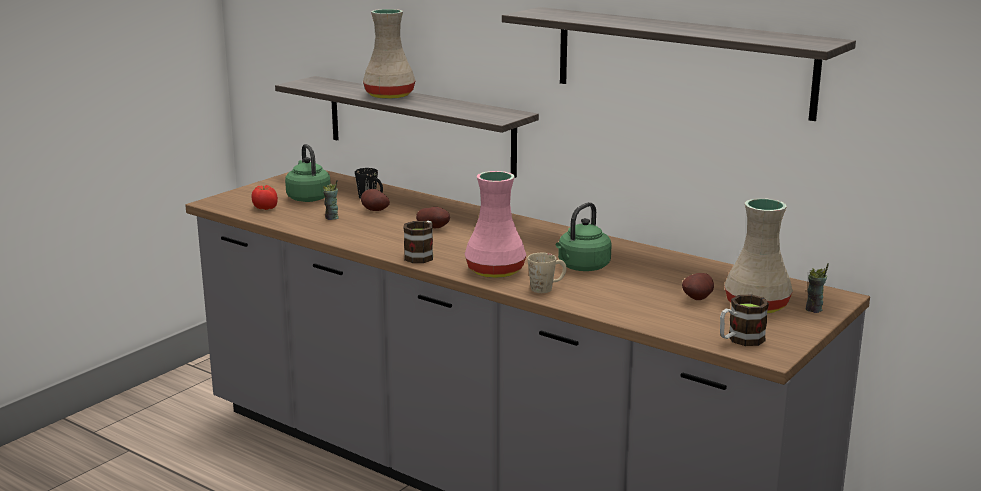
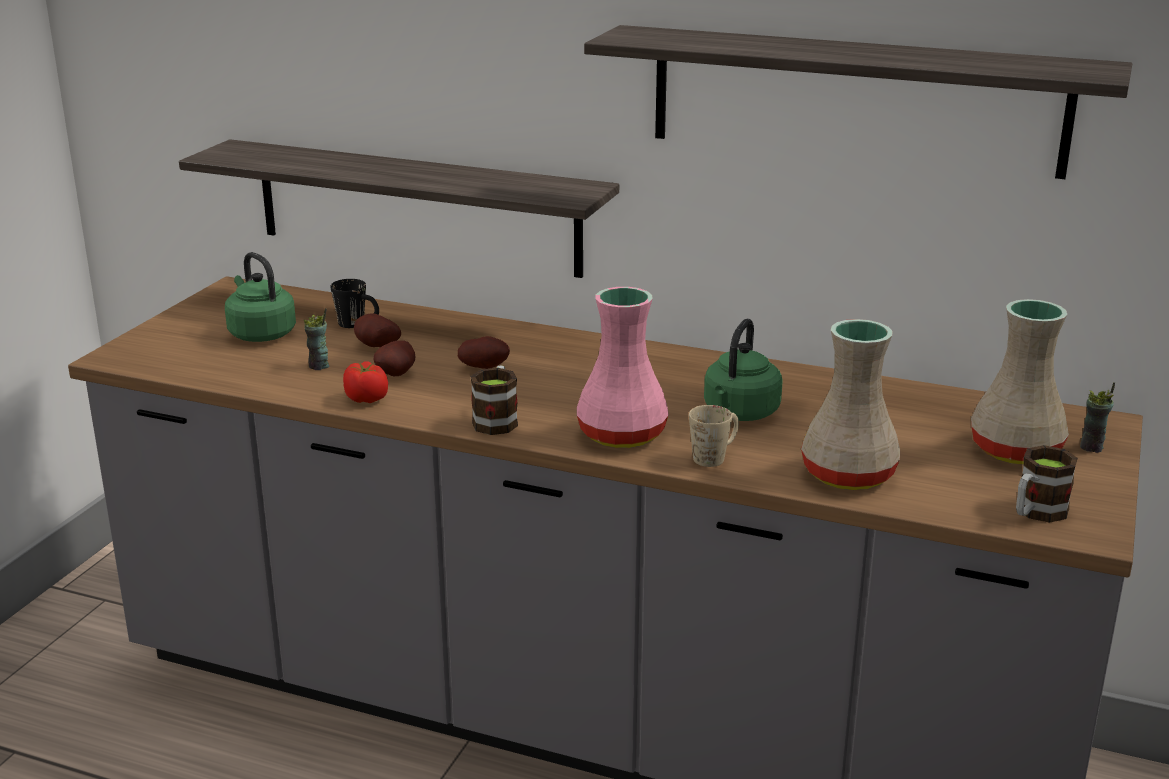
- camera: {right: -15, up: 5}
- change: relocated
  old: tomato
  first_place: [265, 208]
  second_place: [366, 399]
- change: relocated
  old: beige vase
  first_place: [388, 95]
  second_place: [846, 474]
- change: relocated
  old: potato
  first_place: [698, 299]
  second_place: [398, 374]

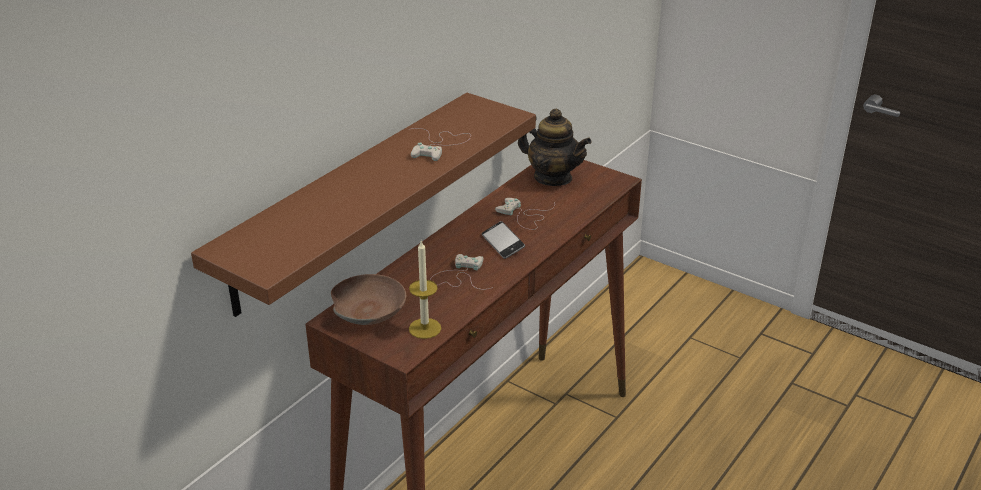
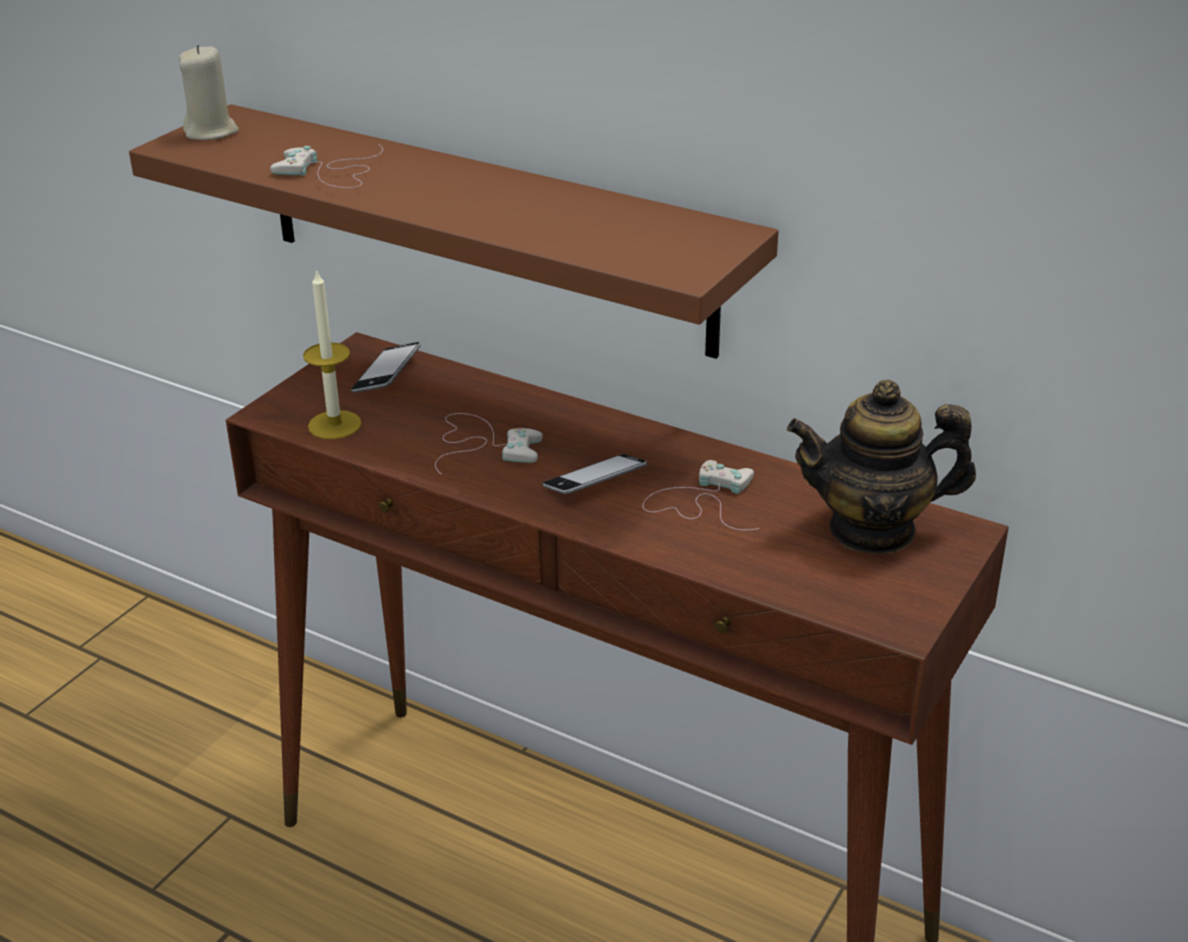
- camera: {right: 85, up: 0}
- change: appeared
  new: beige candle
  second_place: [211, 132]
- change: relocated
  old: white game controller
  first_place: [439, 145]
  second_place: [331, 173]
- change: exchanged
  old: brown bowl
  new: phone
  first_place: [369, 309]
  second_place: [387, 374]
- change: spun
  old: teapot
  first_place: [553, 178]
  second_place: [872, 529]
  degrees: 60

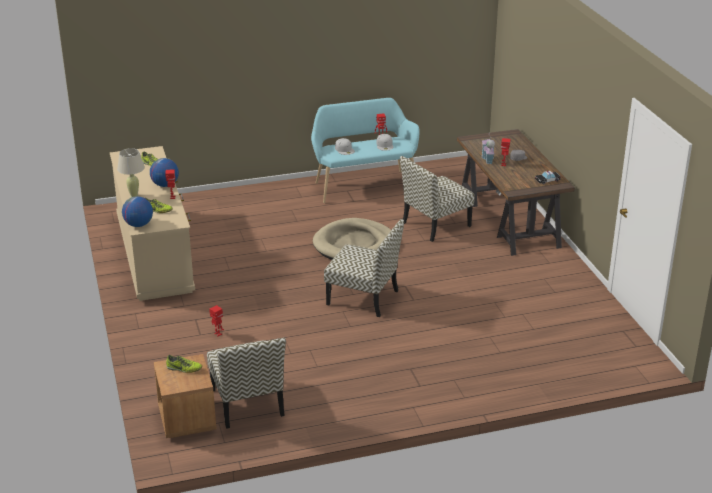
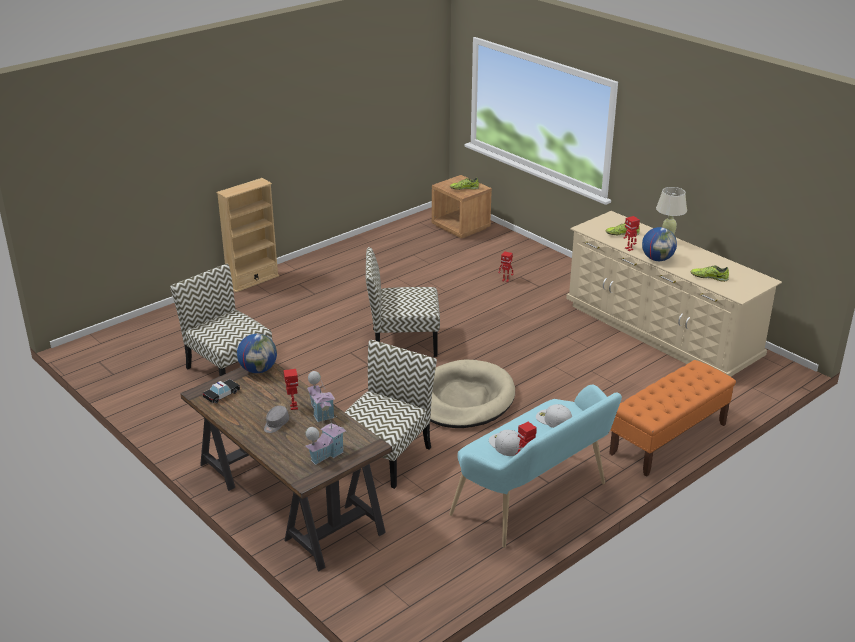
- camera: {right: 155, up: 0}
- change: appeared
  new: beige bookcase
  second_place: [253, 281]
- change: appeared
  new: toy house
  second_place: [326, 454]
- change: appeared
  new: orange bench
  second_place: [668, 439]
- change: relocated
  old: globe
  first_place: [138, 225]
  second_place: [258, 370]
- change: relocated
  old: chair
  first_place: [248, 403]
  second_place: [228, 369]

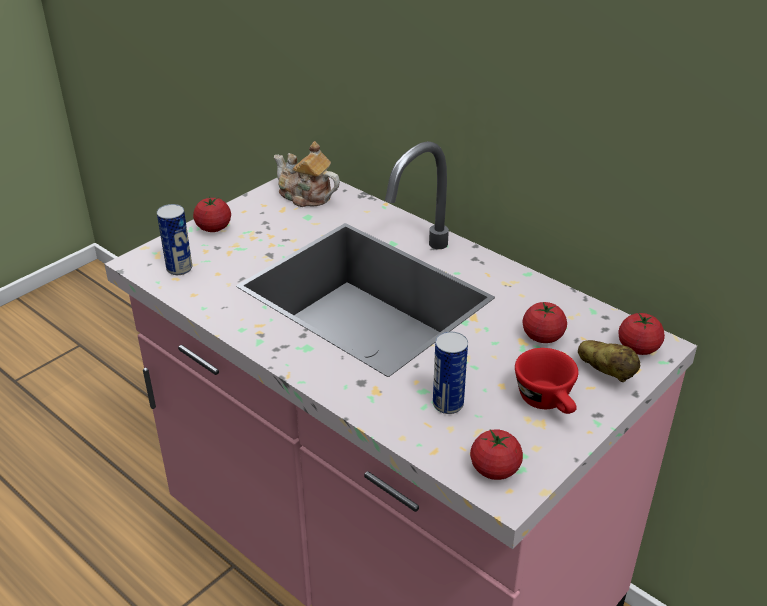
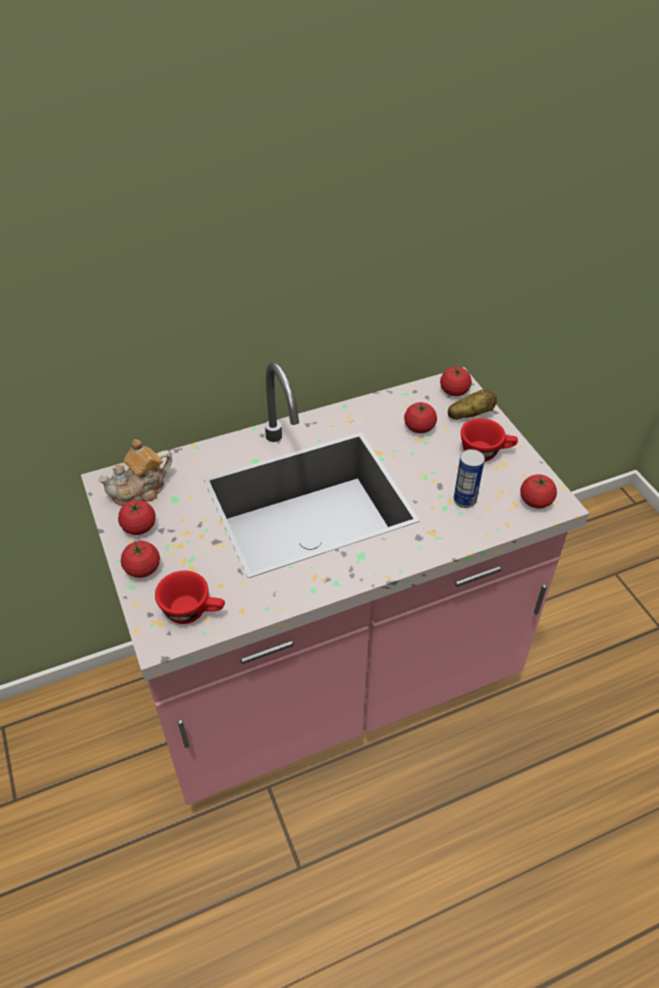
- camera: {right: -65, up: 10}
- change: appeared
  new: tomato
  second_place: [139, 527]
- change: exchanged
  old: can
  new: red cup
  first_place: [179, 268]
  second_place: [193, 611]

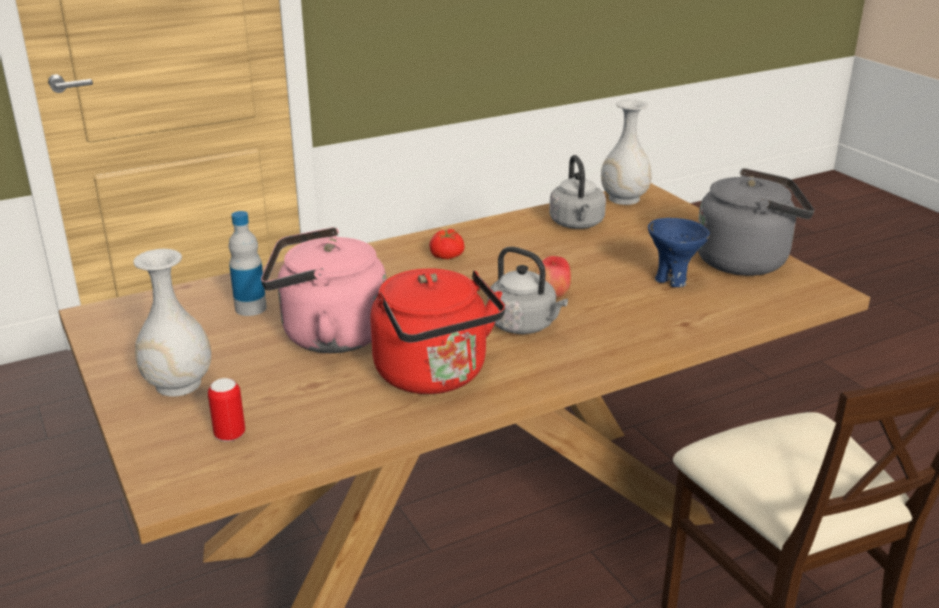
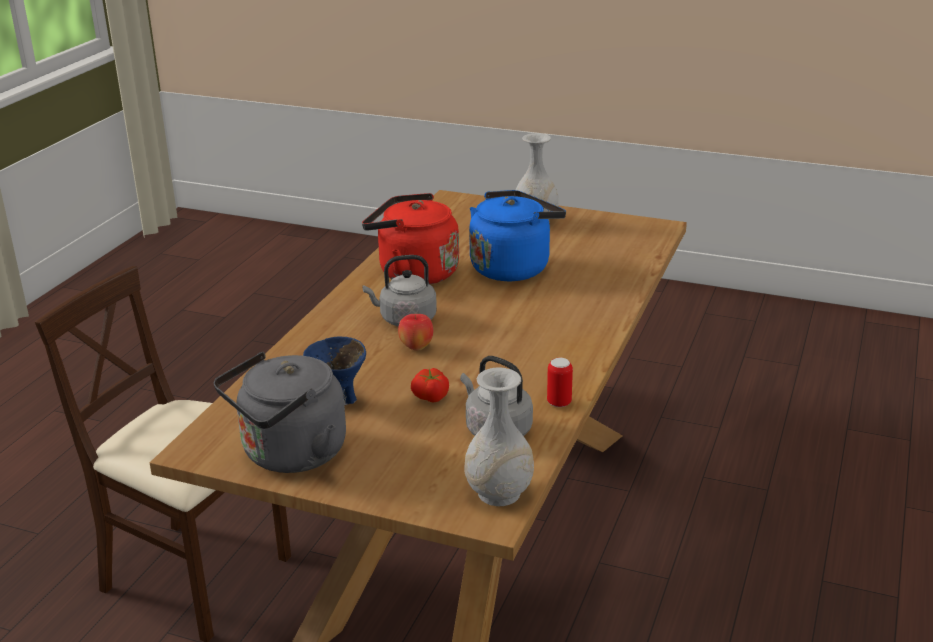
- camera: {right: 140, up: 0}
- change: missing
  old: bottle
  first_place: [250, 308]
- change: relocated
  old: can
  first_place: [230, 435]
  second_place: [559, 403]
- change: relocated
  old: tomato
  first_place: [447, 255]
  second_place: [430, 397]
- change: colour
  old: pink kettle
  new: blue kettle
  first_place: [327, 335]
  second_place: [513, 267]

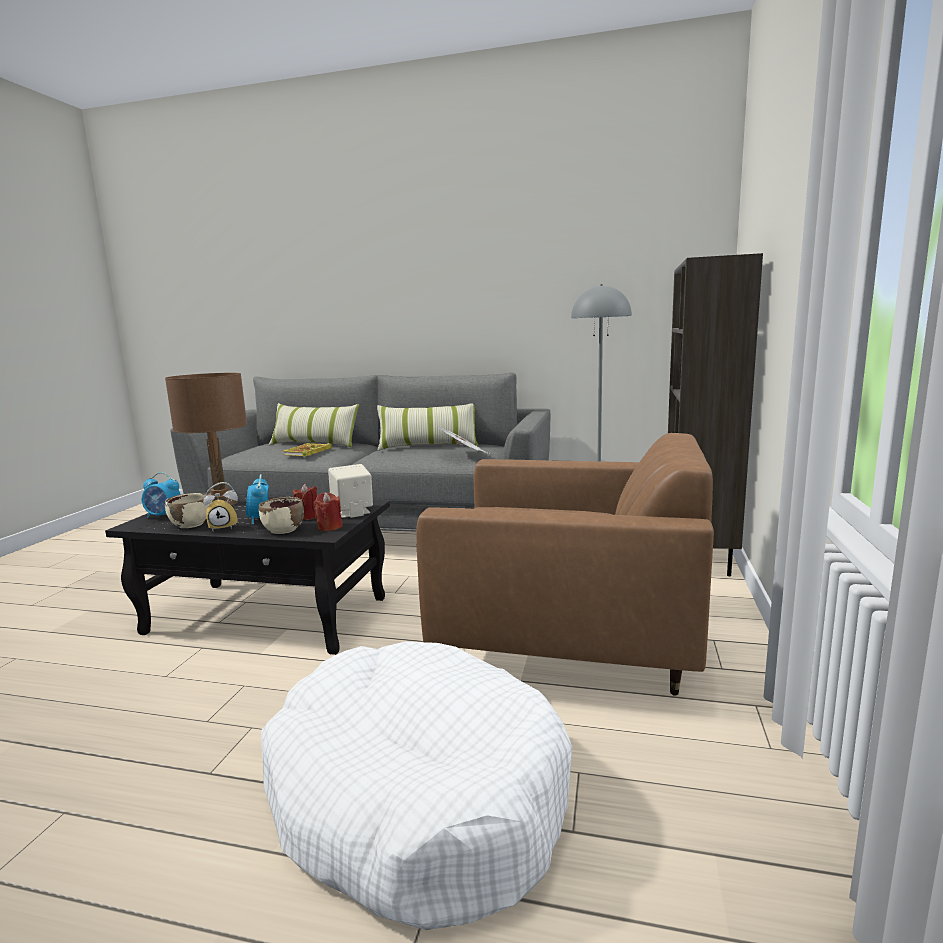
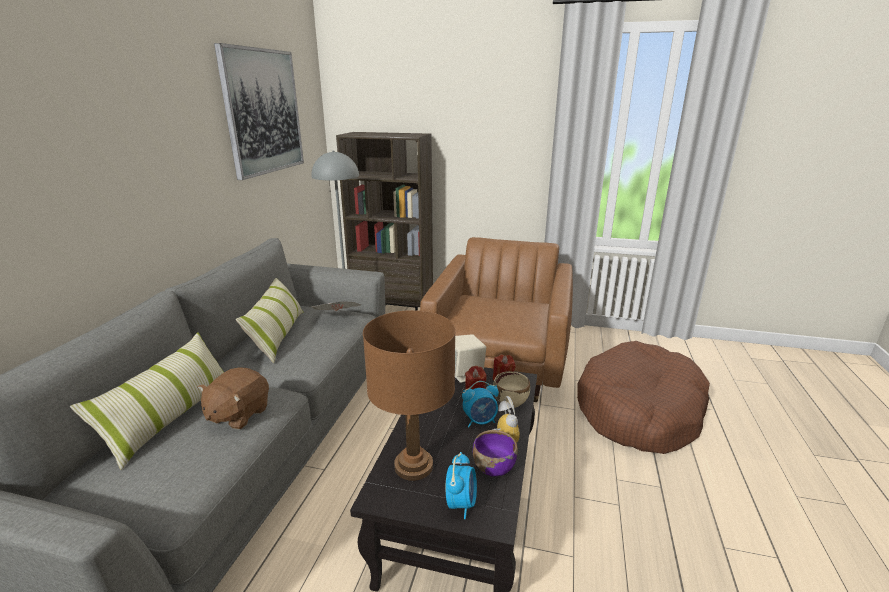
- camera: {right: -90, up: 10}
- change: appeared
  new: picture
  second_place: [263, 112]
- change: exchanged
  old: book
  new: brown plush toy
  first_place: [307, 452]
  second_place: [238, 414]
- change: colour
  old: beige bowl
  new: purple bowl
  first_place: [191, 524]
  second_place: [493, 467]
- change: colour
  old: white dog bed
  new: brown dog bed
  first_place: [415, 796]
  second_place: [639, 411]

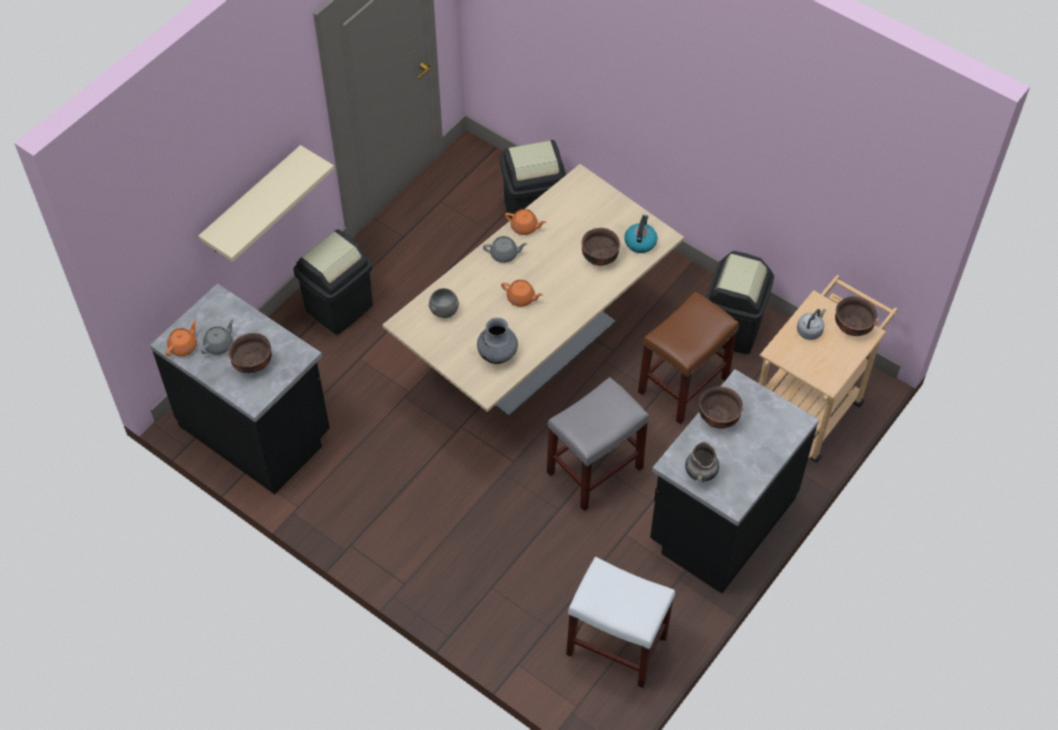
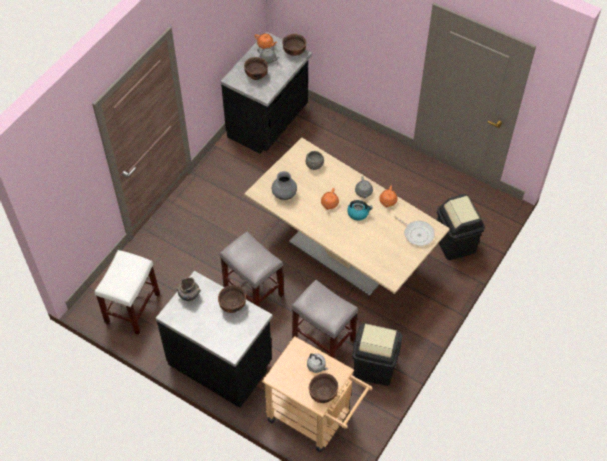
- camera: {right: 85, up: 0}
- change: missing
  old: beige shelf
  first_place: [253, 201]
- change: missing
  old: black trash can
  first_place: [339, 307]
- change: appeared
  new: frying pan
  second_place: [417, 234]
- change: relocated
  old: brown bowl
  first_place: [599, 257]
  second_place: [294, 51]
- change: relocated
  old: kettle
  first_place: [640, 242]
  second_place: [358, 213]
- change: colour
  old: brown stool
  new: grey stool
  first_place: [683, 386]
  second_place: [322, 338]

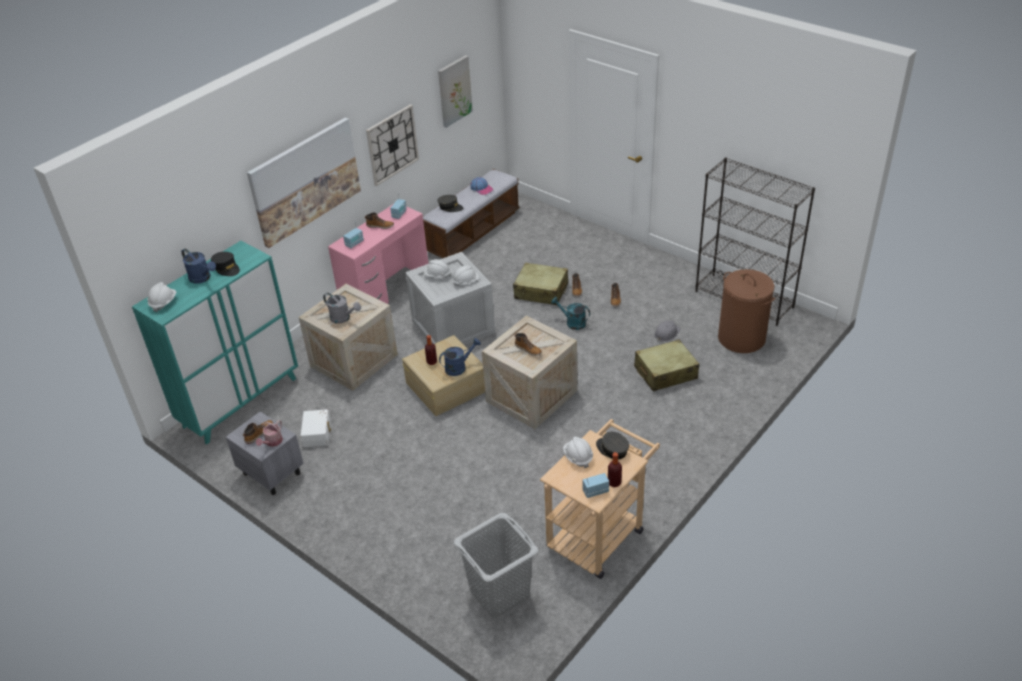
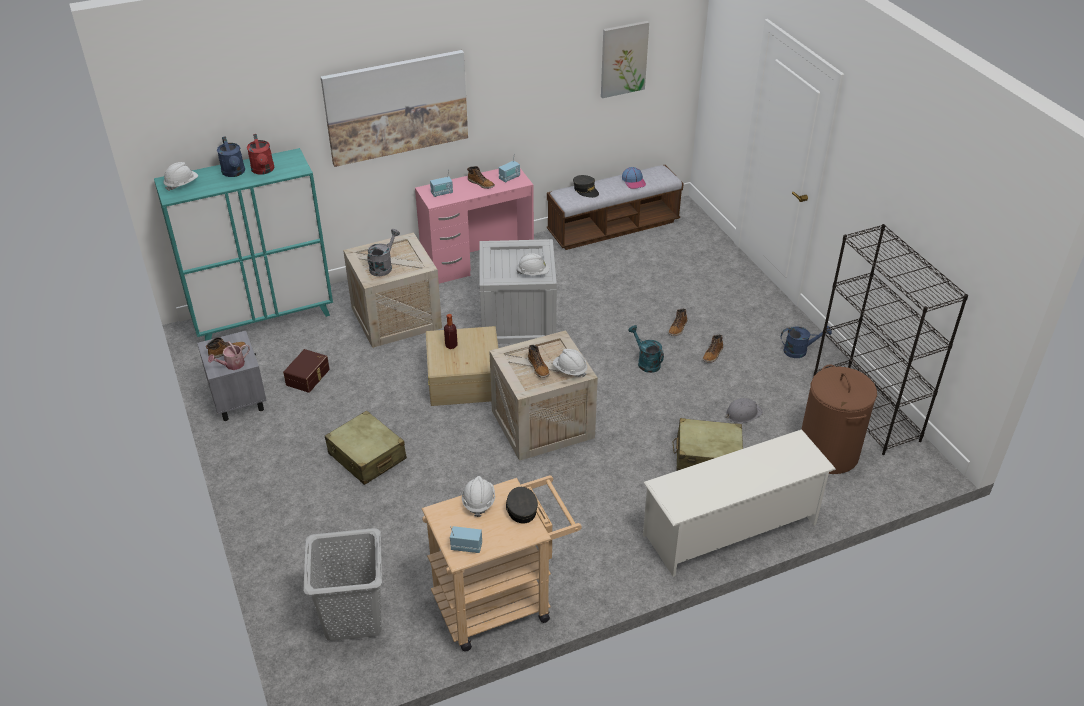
- camera: {right: 25, up: 0}
- change: missing
  old: wall clock
  first_place: [392, 144]
- change: missing
  old: bottle
  first_place: [614, 483]
- change: appeared
  new: white shoe rack
  second_place: [730, 529]
- change: relocated
  old: white hard hat
  first_place: [437, 276]
  second_place: [570, 370]
- change: relocated
  old: blue watering can
  first_place: [459, 367]
  second_place: [799, 350]
- change: relocated
  old: beige suitcase
  first_place: [541, 291]
  second_place: [367, 456]
- change: exchanged
  old: black cap
  new: red watering can
  first_place: [226, 268]
  second_place: [263, 170]
- change: colour
  old: white storage box
  new: brown storage box
  first_place: [318, 433]
  second_place: [308, 377]
- change: spun
  old: grey watering can
  first_place: [343, 318]
  second_place: [383, 266]
  degrees: -120

